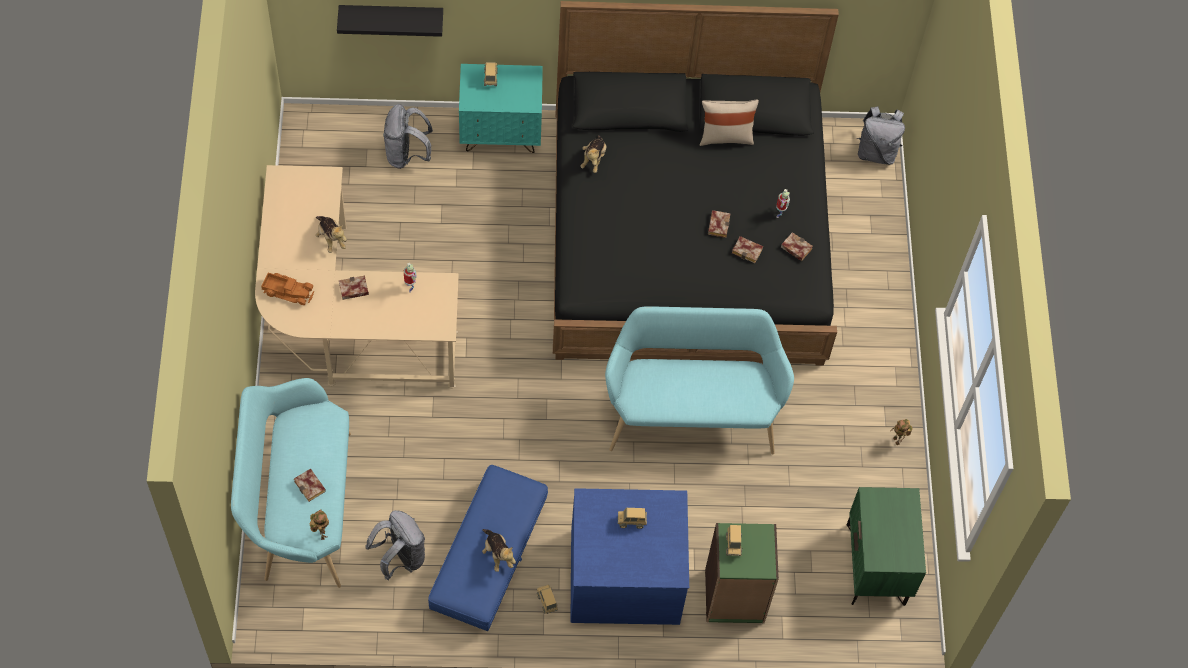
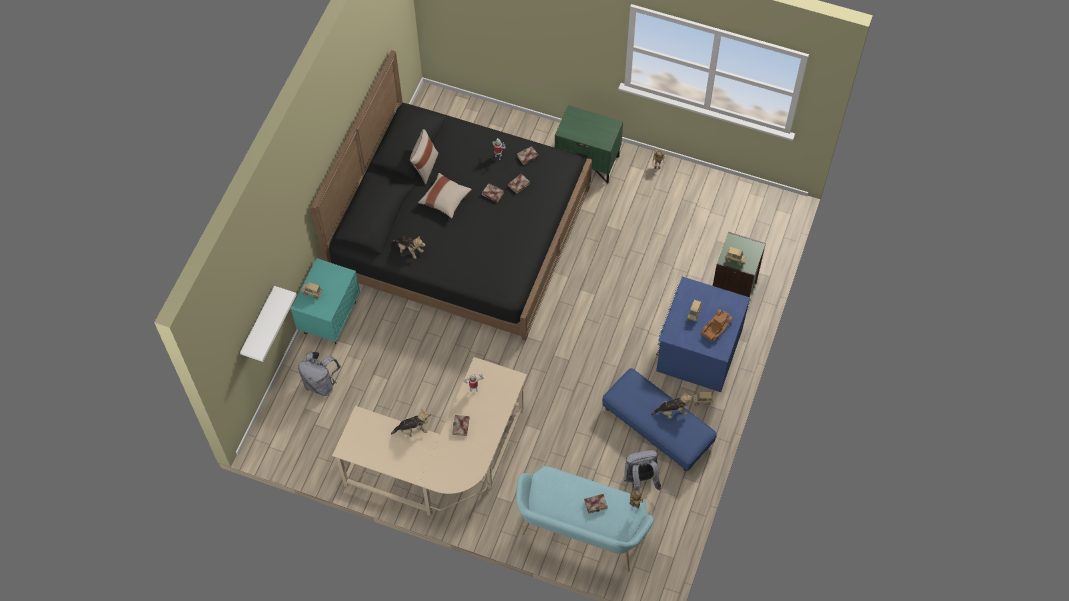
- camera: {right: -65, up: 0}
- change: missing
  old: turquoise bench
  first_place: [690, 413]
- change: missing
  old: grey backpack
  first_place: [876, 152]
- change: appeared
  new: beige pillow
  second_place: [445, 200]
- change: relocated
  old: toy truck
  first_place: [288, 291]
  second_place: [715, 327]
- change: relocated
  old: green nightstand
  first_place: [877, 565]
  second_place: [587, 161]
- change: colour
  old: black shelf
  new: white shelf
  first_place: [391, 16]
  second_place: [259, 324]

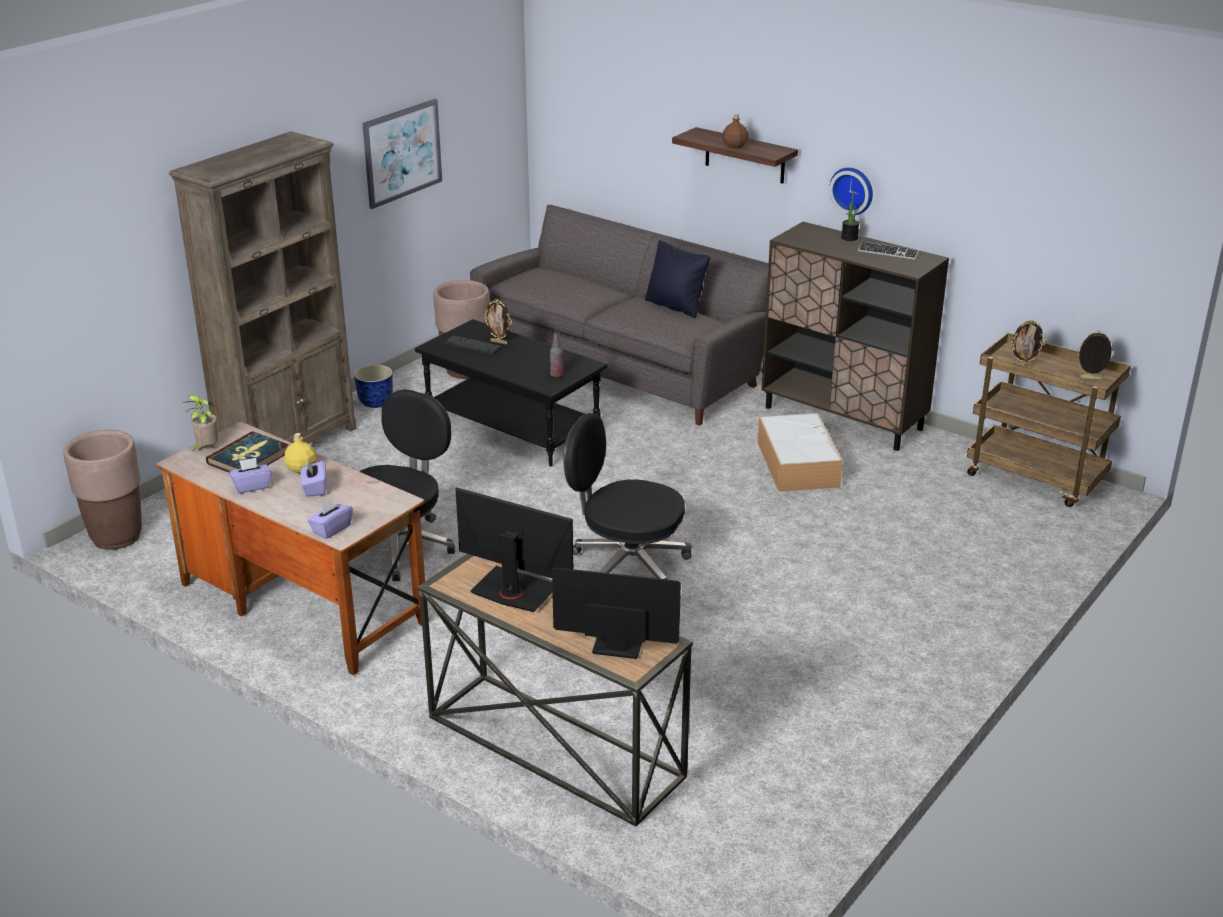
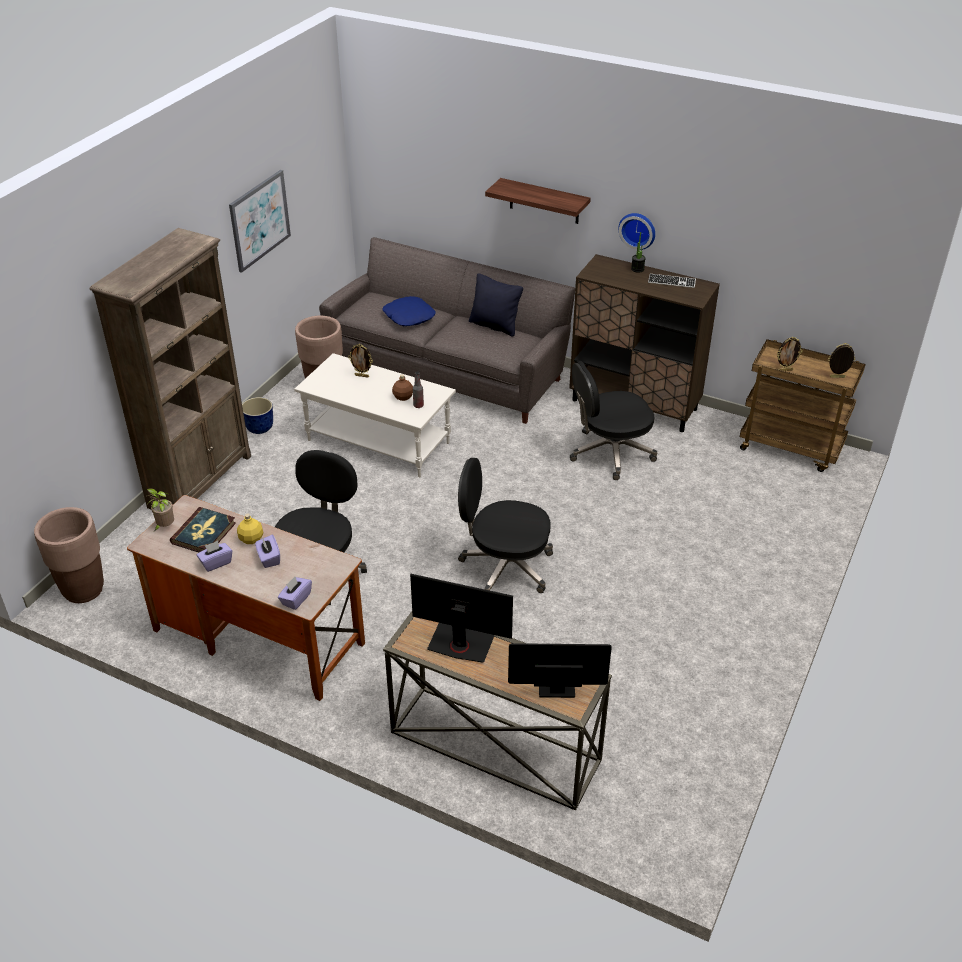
- camera: {right: -10, up: 10}
- change: missing
  old: keyboard
  first_place: [472, 346]
- change: appeared
  new: blue pillow
  second_place: [408, 316]
- change: relocated
  old: brown bottle
  first_place: [735, 146]
  second_place: [403, 397]
- change: exchanged
  old: storage box
  new: black office chair
  first_place: [796, 463]
  second_place: [610, 453]
- change: colour
  old: black coffee table
  new: white coffee table
  first_place: [514, 427]
  second_place: [379, 441]

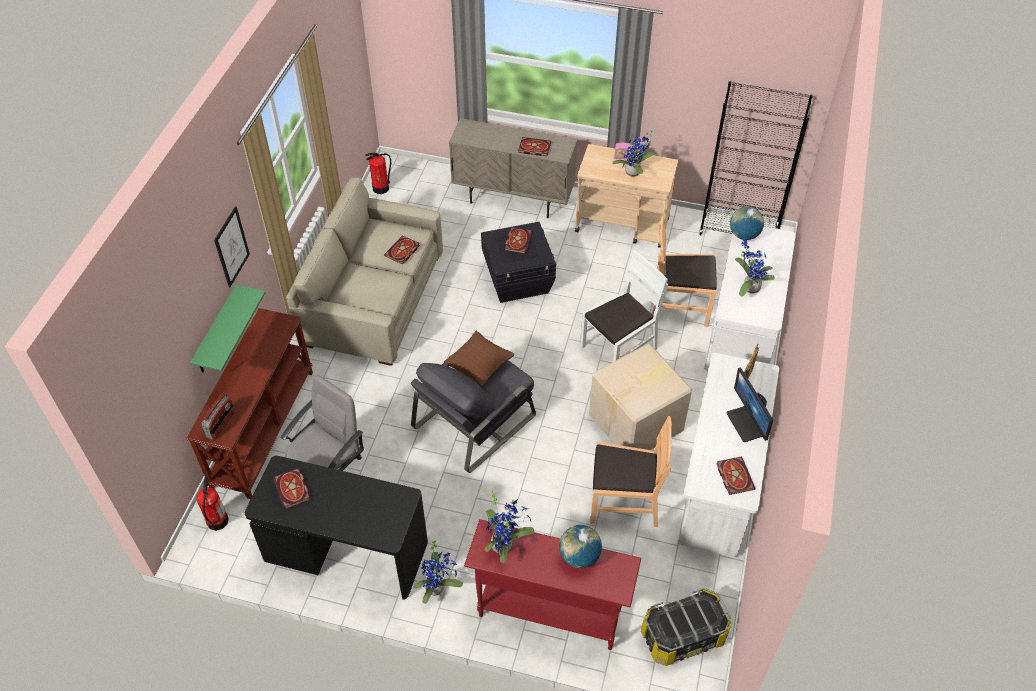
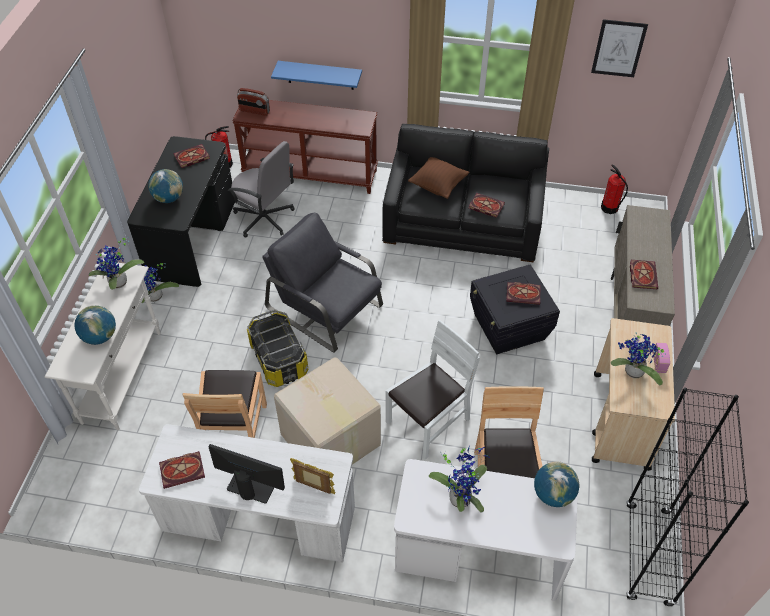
- camera: {right: 85, up: 0}
- change: appeared
  new: globe
  second_place: [169, 198]
- change: relocated
  old: picture
  first_place: [231, 247]
  second_place: [618, 48]
- change: relocated
  old: brown pillow
  first_place: [479, 367]
  second_place: [438, 186]
- change: relocated
  old: storage box
  first_place: [683, 636]
  second_place: [278, 359]
- change: colour
  old: green shelf
  new: blue shelf
  first_place: [216, 332]
  second_place: [320, 75]
- change: colour
  old: beige sofa
  new: black sofa
  first_place: [372, 296]
  second_place: [464, 220]
- change: colour
  old: red console table
  new: white console table
  first_place: [549, 612]
  second_place: [122, 376]
- change: spun
  old: white chair
  first_place: [619, 348]
  second_place: [428, 422]
  degrees: -90
- change: spun
  old: monitor
  first_place: [747, 423]
  second_place: [251, 485]
  degrees: 45

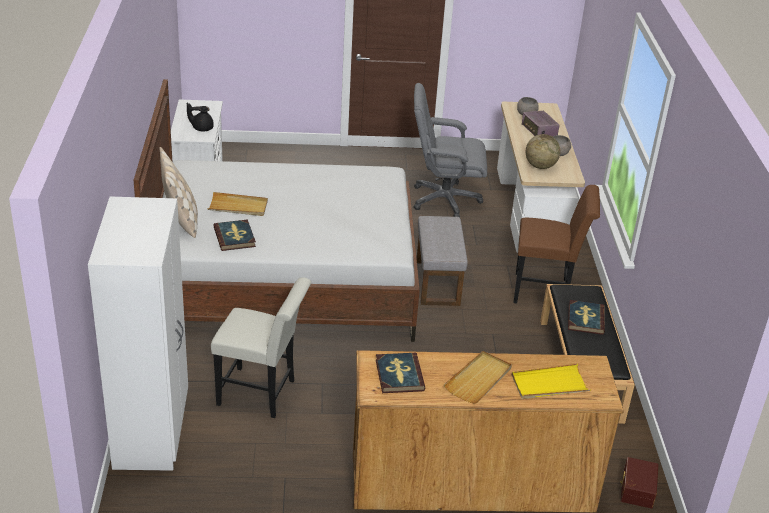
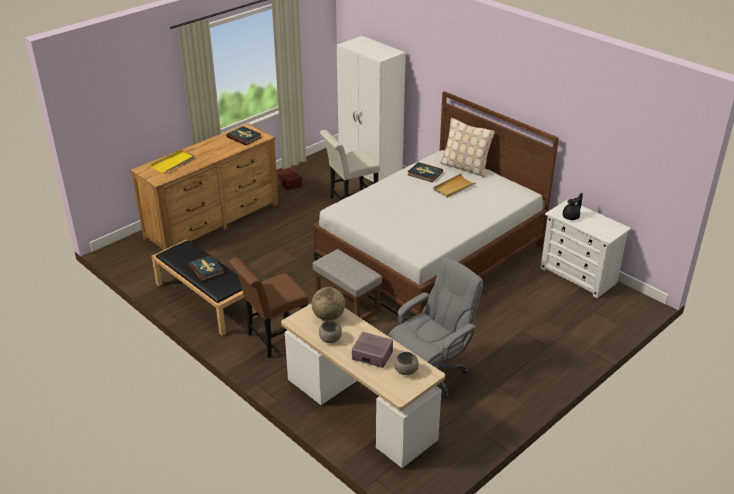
- camera: {right: 140, up: 0}
- change: missing
  old: beige tray
  first_place: [479, 379]
- change: relocated
  old: brown storage box
  first_place: [636, 489]
  second_place: [290, 183]

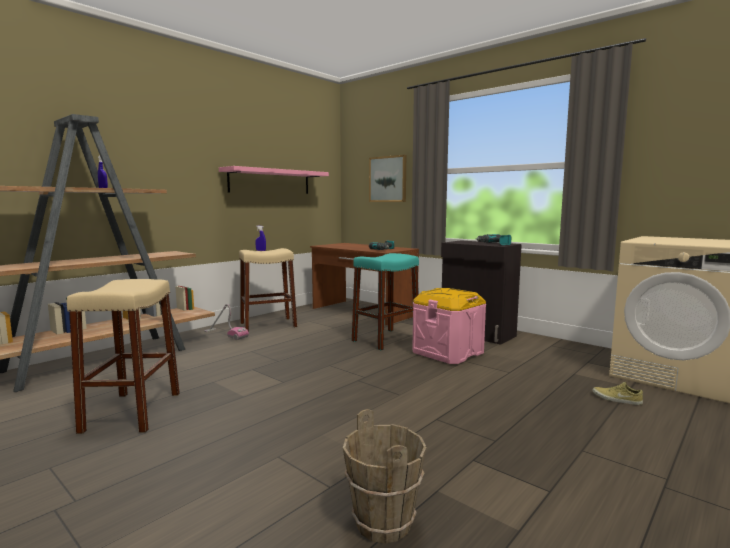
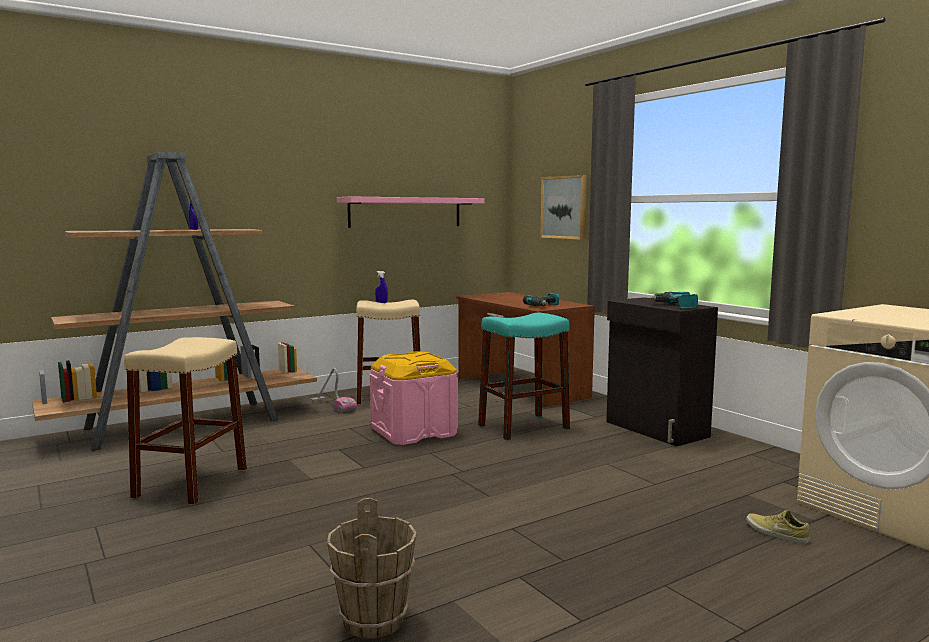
- camera: {right: 15, up: 0}
- change: relocated
  old: pink storage box
  first_place: [447, 352]
  second_place: [413, 432]

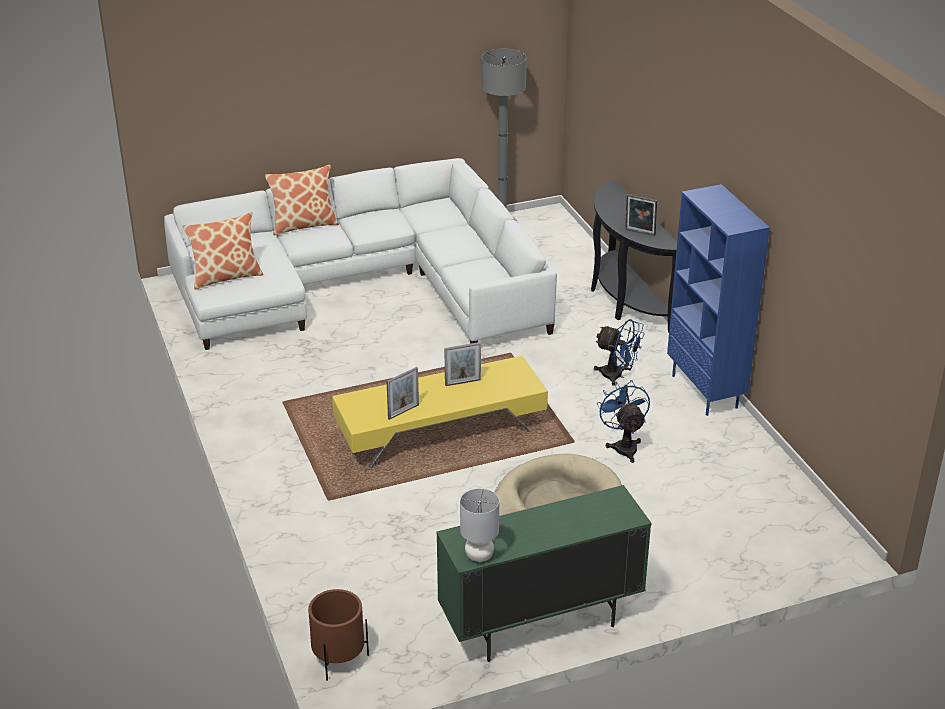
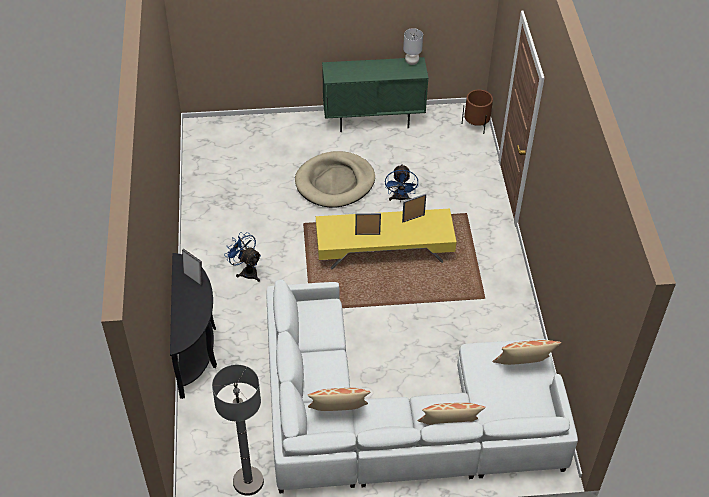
- camera: {right: -165, up: 15}
- change: missing
  old: blue bookcase
  first_place: [706, 391]
- change: appeared
  new: pillow
  second_place: [338, 413]
- change: relocated
  old: blue fan
  first_place: [623, 446]
  second_place: [400, 199]

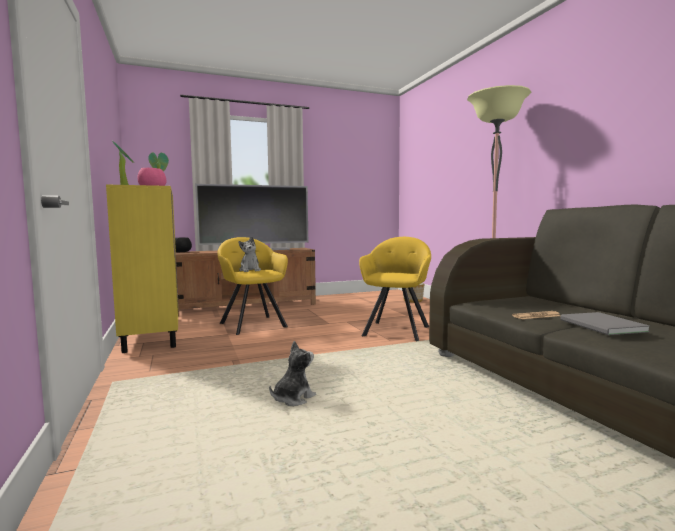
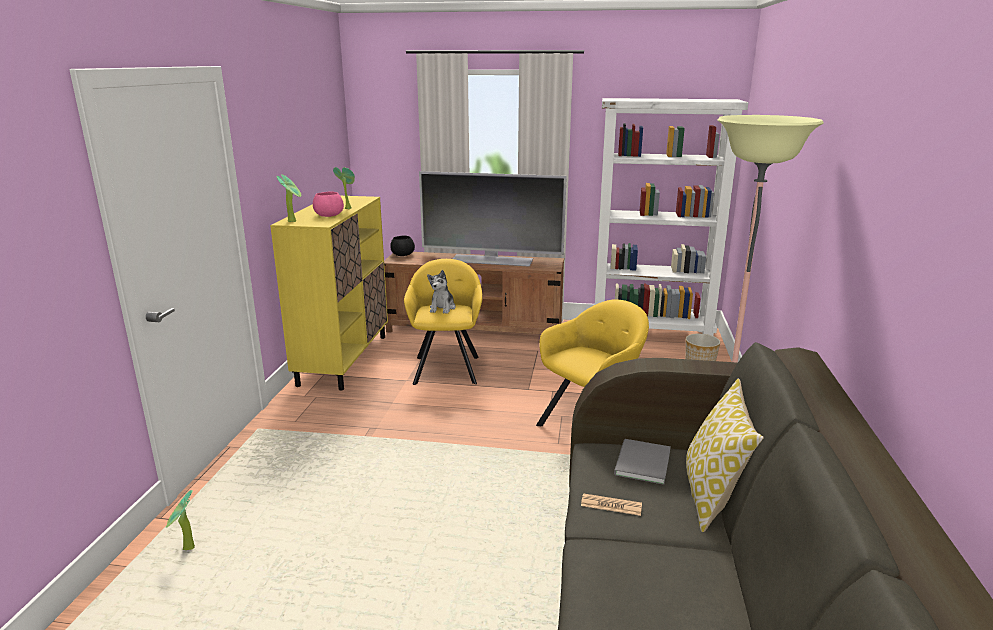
- camera: {right: 30, up: 15}
- change: missing
  old: plush toy
  first_place: [293, 399]
- change: appeared
  new: potted plant
  second_place: [187, 550]
- change: appeared
  new: white bookcase
  second_place: [651, 333]
- change: appeared
  new: pillow
  second_place: [714, 498]
- change: relocated
  old: grey book
  first_place: [602, 326]
  second_place: [640, 463]

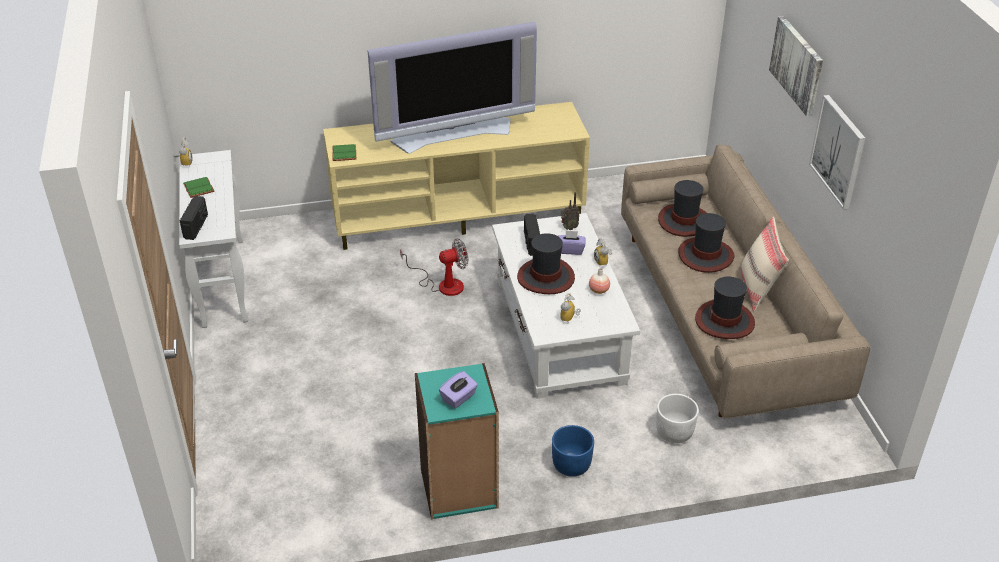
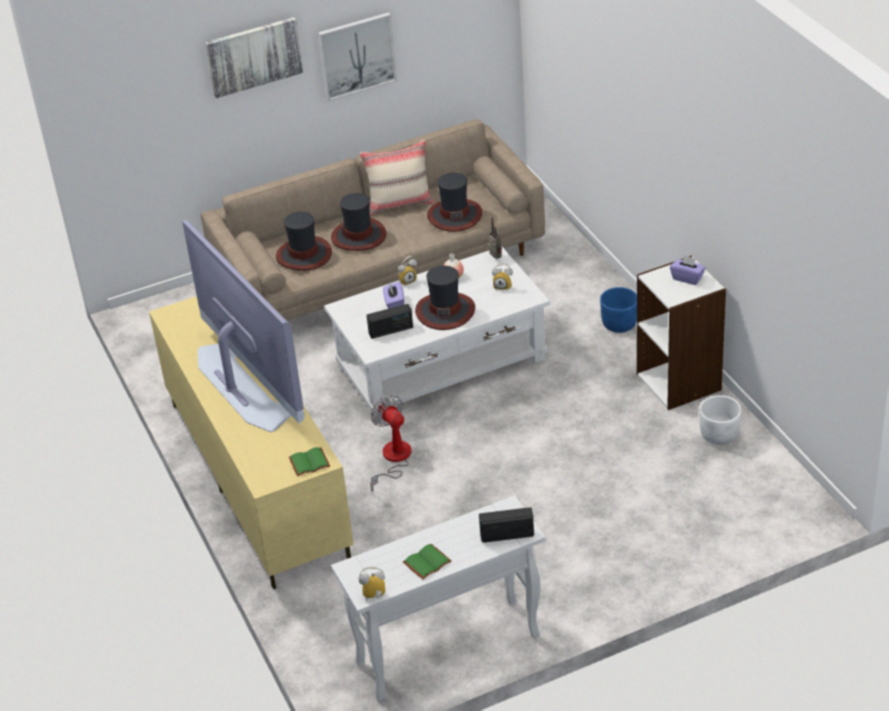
- camera: {right: -100, up: 0}
- change: relocated
  old: radio
  first_place: [569, 228]
  second_place: [494, 258]
- change: relocated
  old: white planter
  first_place: [674, 433]
  second_place: [719, 435]
- change: colour
  old: turquoise bookcase
  new: white bookcase
  first_place: [459, 489]
  second_place: [679, 382]

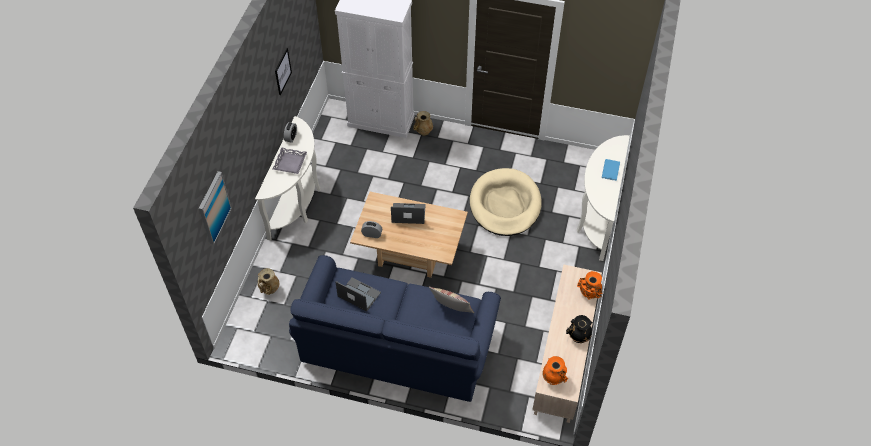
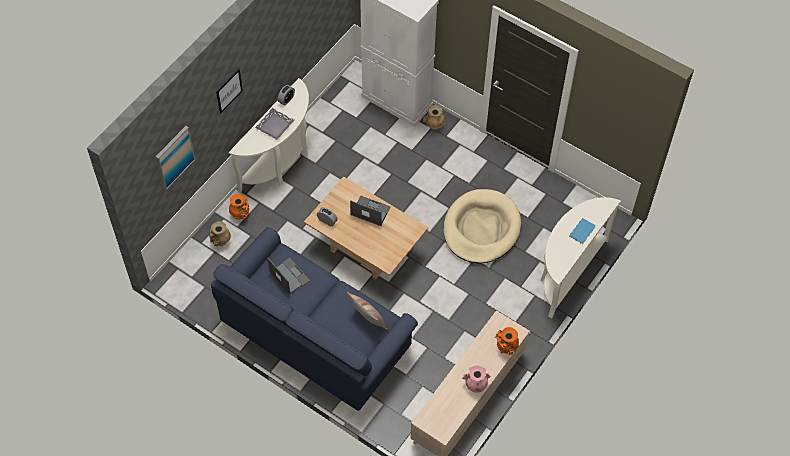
- camera: {right: 20, up: 5}
- change: relocated
  old: picture
  first_place: [283, 71]
  second_place: [229, 90]
- change: relocated
  old: orange vase
  first_place: [553, 378]
  second_place: [240, 214]
- change: colour
  old: black vase
  new: pink vase
  first_place: [578, 337]
  second_place: [475, 385]

